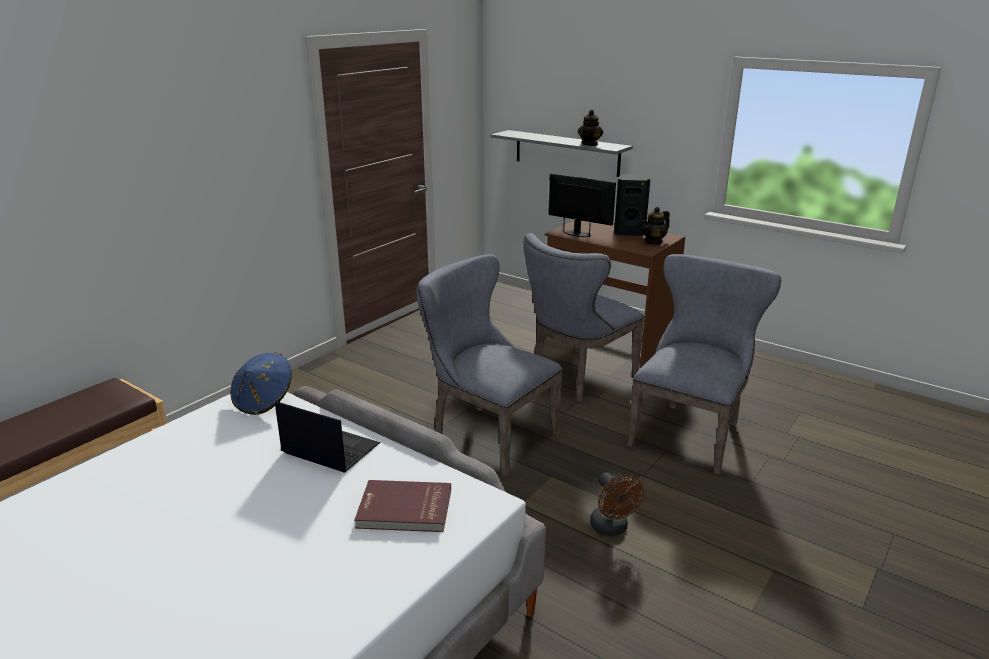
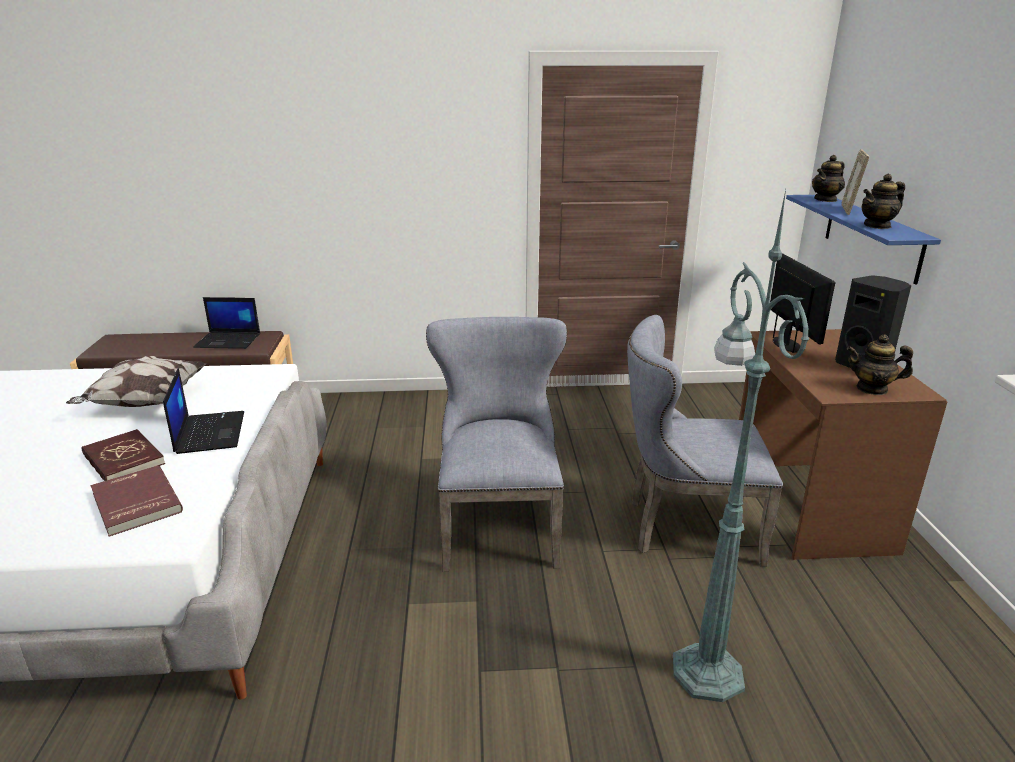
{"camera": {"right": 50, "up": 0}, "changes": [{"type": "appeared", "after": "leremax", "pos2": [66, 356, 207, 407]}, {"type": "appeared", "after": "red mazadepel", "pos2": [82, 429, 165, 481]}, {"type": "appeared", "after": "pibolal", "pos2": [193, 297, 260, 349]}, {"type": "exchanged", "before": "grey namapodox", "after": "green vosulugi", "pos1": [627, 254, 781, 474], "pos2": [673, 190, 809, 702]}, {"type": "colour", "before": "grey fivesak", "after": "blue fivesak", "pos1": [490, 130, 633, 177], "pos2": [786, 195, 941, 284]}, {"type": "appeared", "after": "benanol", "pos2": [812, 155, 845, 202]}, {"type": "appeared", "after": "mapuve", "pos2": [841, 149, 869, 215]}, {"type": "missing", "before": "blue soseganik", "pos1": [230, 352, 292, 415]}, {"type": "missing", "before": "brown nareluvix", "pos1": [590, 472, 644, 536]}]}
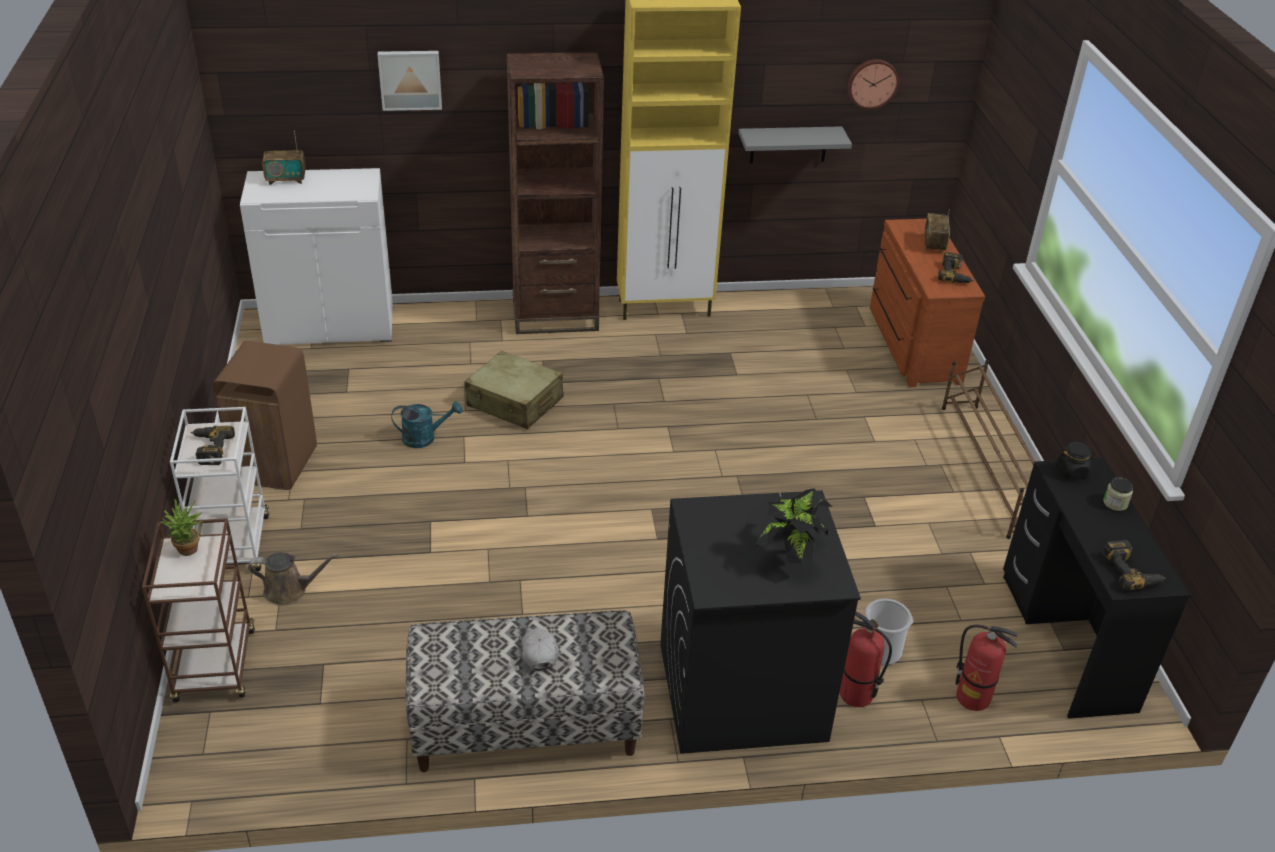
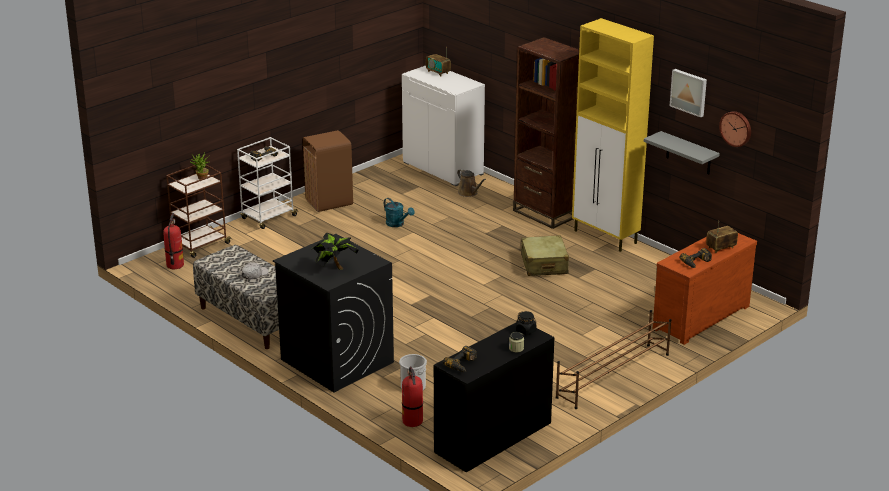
{"camera": {"right": 55, "up": -10}, "changes": [{"type": "relocated", "before": "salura", "pos1": [840, 611, 892, 707], "pos2": [163, 213, 184, 269]}, {"type": "relocated", "before": "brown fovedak", "pos1": [248, 552, 338, 606], "pos2": [457, 169, 486, 197]}, {"type": "relocated", "before": "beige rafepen", "pos1": [464, 351, 563, 429], "pos2": [521, 235, 569, 276]}, {"type": "relocated", "before": "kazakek", "pos1": [377, 51, 442, 111], "pos2": [670, 69, 707, 117]}]}
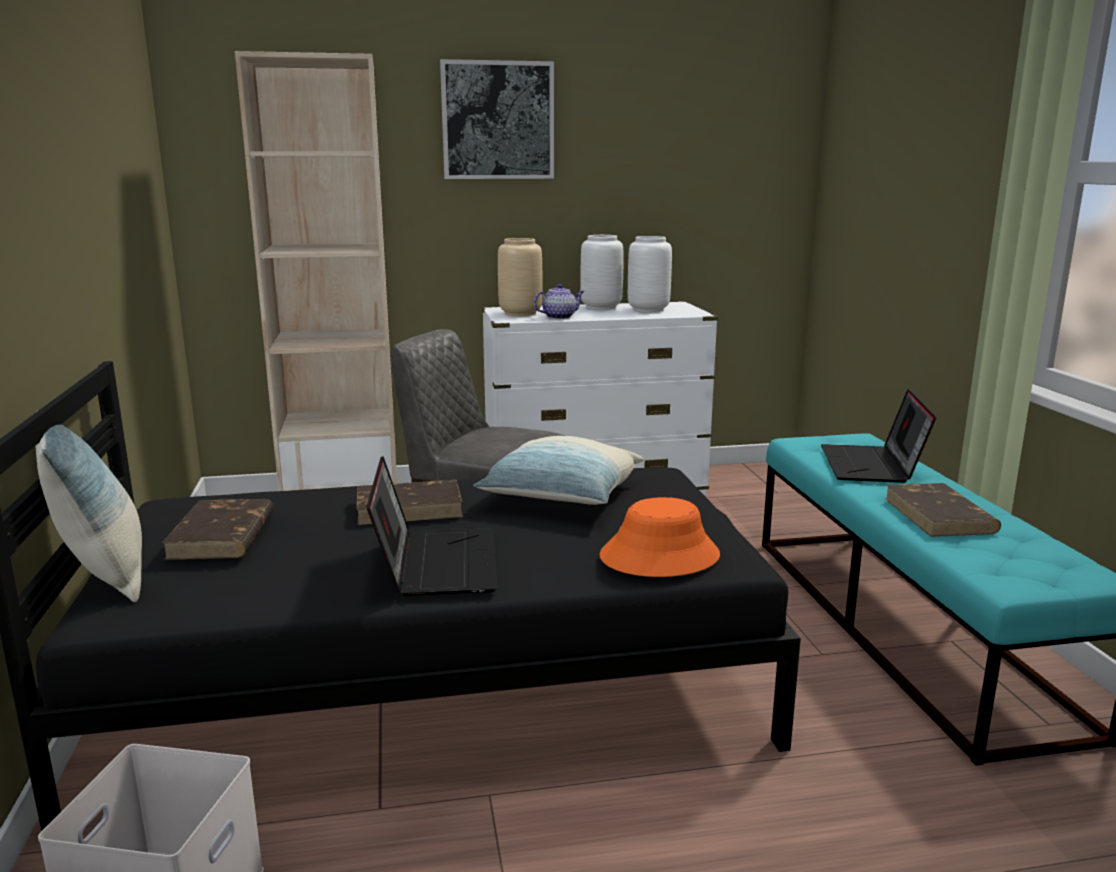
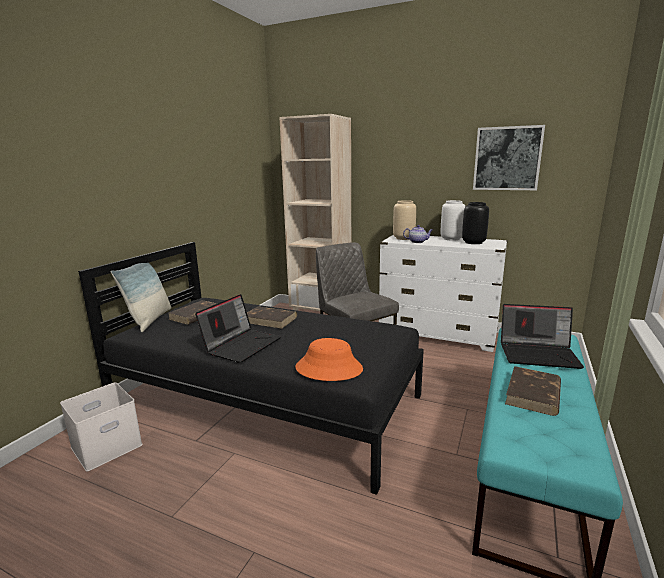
{"camera": {"right": 35, "up": 0}, "changes": [{"type": "colour", "before": "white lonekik", "after": "black lonekik", "pos1": [628, 236, 672, 312], "pos2": [462, 202, 489, 244]}, {"type": "relocated", "before": "kazakek", "pos1": [440, 59, 554, 179], "pos2": [473, 125, 545, 190]}, {"type": "spun", "before": "pibolal", "pos1": [821, 389, 936, 483], "pos2": [501, 304, 584, 369], "turn": -120}, {"type": "missing", "before": "leremax", "pos1": [473, 436, 644, 505]}]}
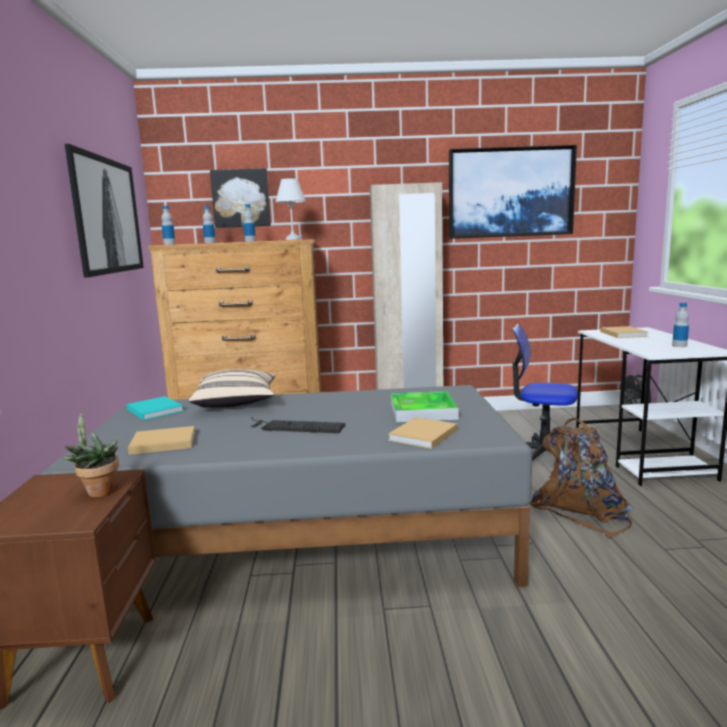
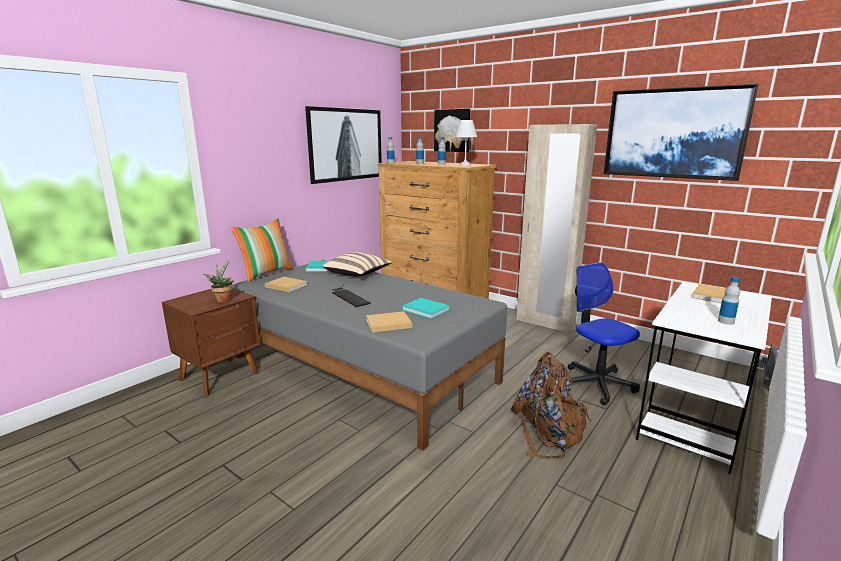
{"camera": {"right": 40, "up": 5}, "changes": [{"type": "appeared", "after": "leremax", "pos2": [230, 218, 294, 282]}, {"type": "exchanged", "before": "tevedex", "after": "turquoise mazadepel", "pos1": [391, 391, 458, 422], "pos2": [402, 298, 450, 319]}]}
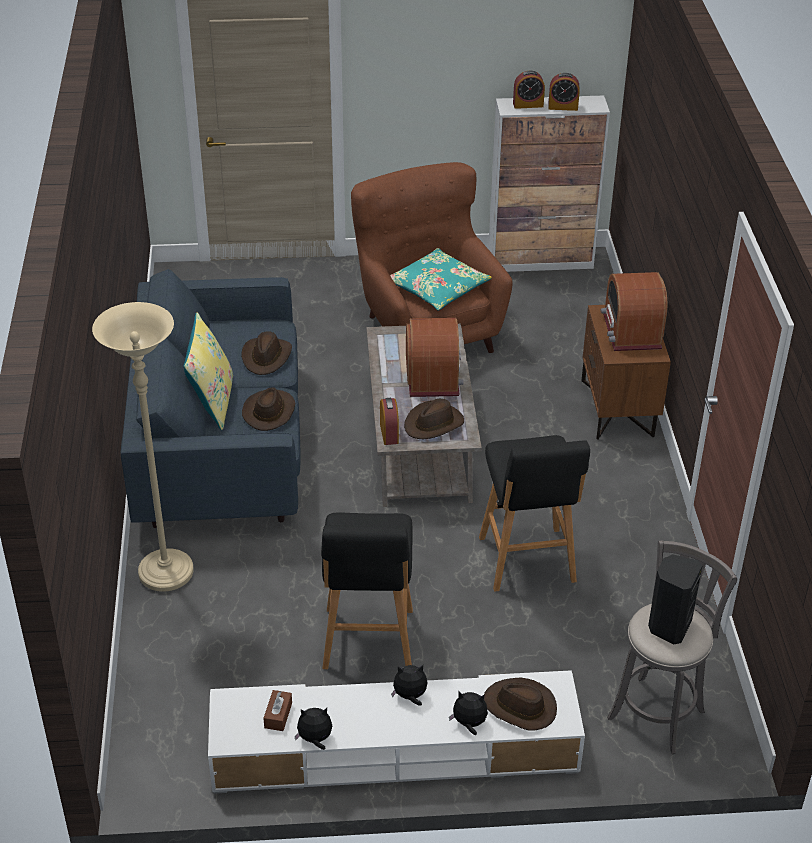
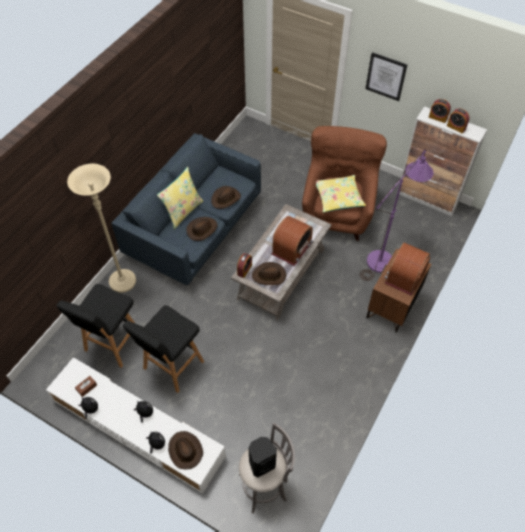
{"camera": {"right": 35, "up": 15}, "changes": [{"type": "relocated", "before": "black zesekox", "pos1": [479, 435, 590, 592], "pos2": [56, 284, 135, 368]}, {"type": "colour", "before": "turquoise leremax", "after": "yellow leremax", "pos1": [390, 248, 492, 310], "pos2": [316, 175, 366, 213]}, {"type": "appeared", "after": "purple vosulugi", "pos2": [360, 150, 433, 281]}, {"type": "appeared", "after": "kazakek", "pos2": [365, 52, 407, 101]}]}
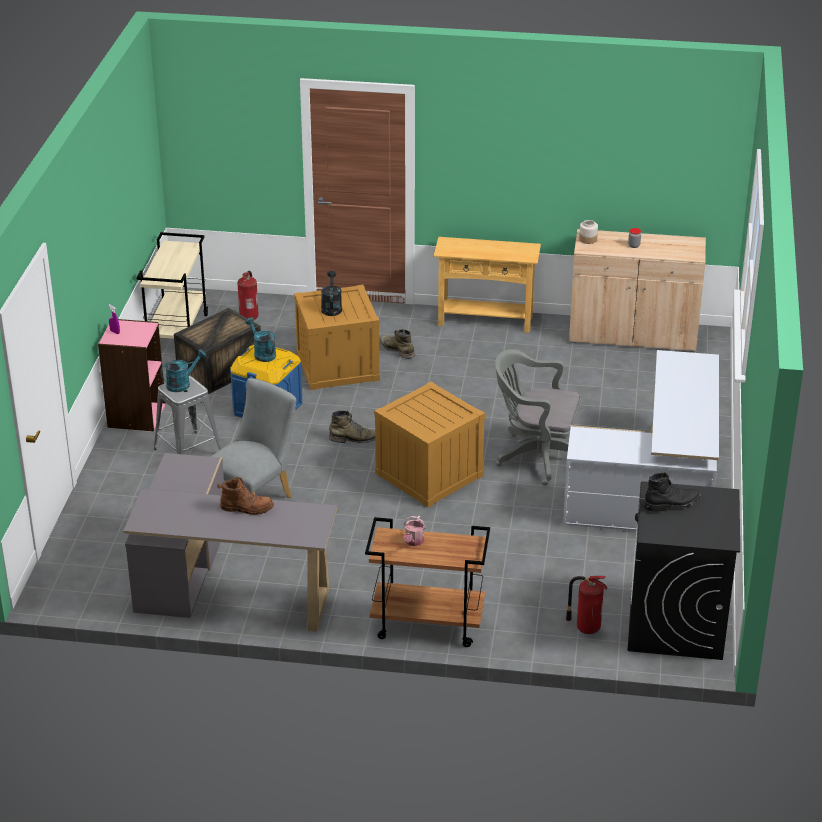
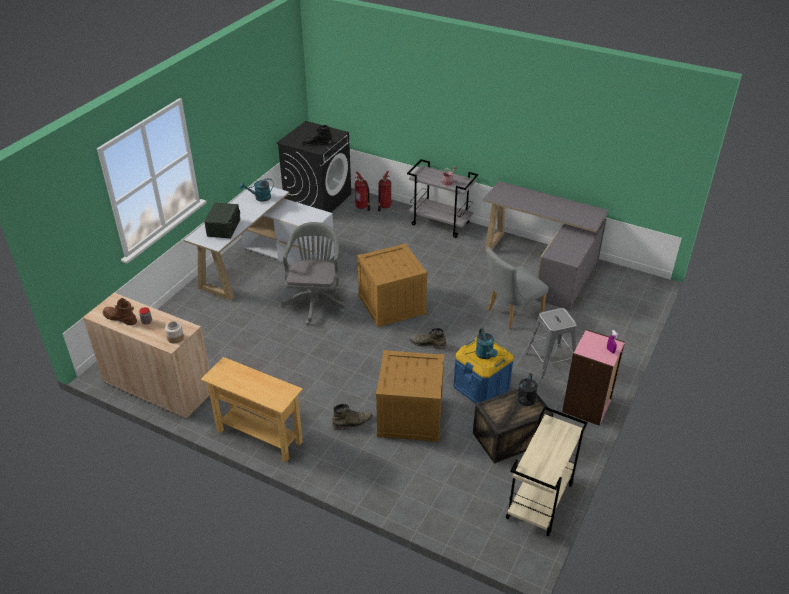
{"camera": {"right": -160, "up": 5}, "changes": [{"type": "relocated", "before": "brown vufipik", "pos1": [217, 477, 274, 515], "pos2": [103, 298, 137, 325]}, {"type": "appeared", "after": "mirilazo", "pos2": [204, 202, 240, 239]}, {"type": "relocated", "before": "turquoise fovedak", "pos1": [161, 349, 206, 392], "pos2": [240, 178, 274, 202]}, {"type": "spun", "before": "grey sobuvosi", "pos1": [495, 349, 581, 485], "pos2": [281, 222, 346, 325], "turn": -120}, {"type": "spun", "before": "green vufipik", "pos1": [379, 329, 415, 359], "pos2": [332, 404, 373, 430], "turn": -90}, {"type": "relocated", "before": "salura", "pos1": [237, 271, 258, 320], "pos2": [378, 171, 391, 212]}, {"type": "colour", "before": "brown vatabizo", "after": "grey vatabizo", "pos1": [365, 517, 490, 647], "pos2": [407, 159, 478, 238]}, {"type": "relocated", "before": "black fovedak", "pos1": [321, 271, 342, 316], "pos2": [517, 373, 538, 406]}]}
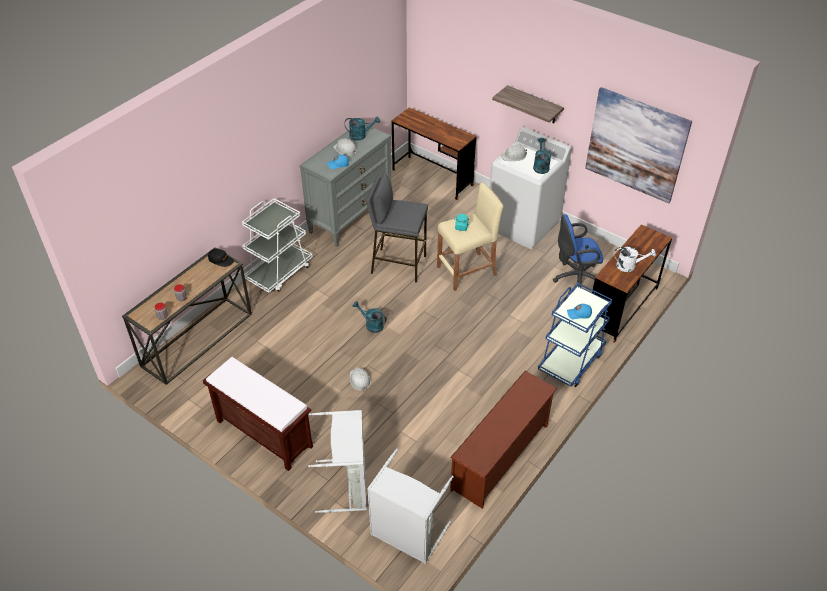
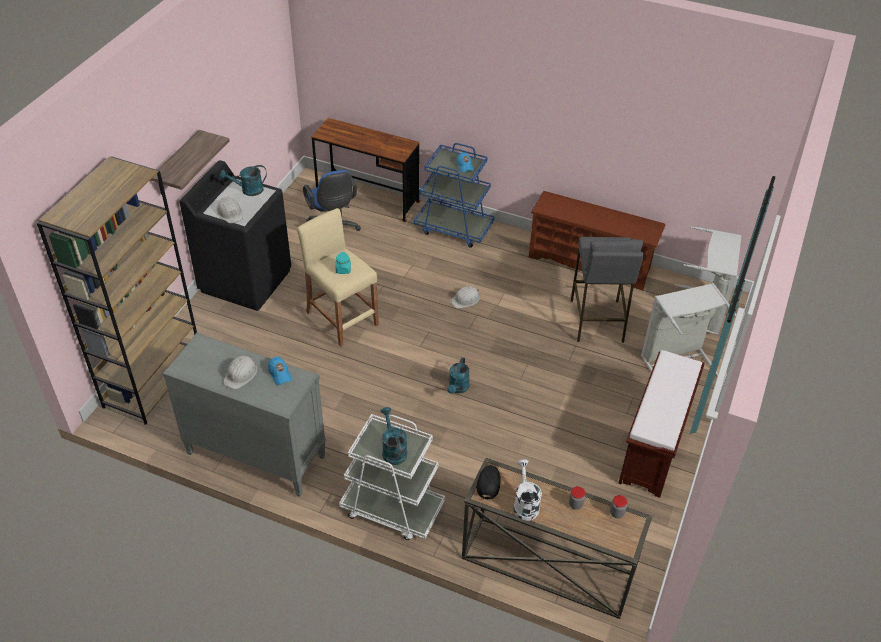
{"camera": {"right": -105, "up": 0}, "changes": [{"type": "exchanged", "before": "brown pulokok", "after": "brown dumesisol", "pos1": [392, 107, 476, 200], "pos2": [37, 156, 197, 425]}, {"type": "colour", "before": "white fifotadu", "after": "black fifotadu", "pos1": [490, 127, 572, 249], "pos2": [180, 160, 291, 311]}, {"type": "relocated", "before": "turquoise fovedak", "pos1": [345, 116, 380, 141], "pos2": [381, 407, 407, 465]}, {"type": "relocated", "before": "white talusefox", "pos1": [350, 367, 371, 391], "pos2": [450, 286, 480, 308]}, {"type": "relocated", "before": "white fovedak", "pos1": [614, 247, 656, 272], "pos2": [514, 459, 542, 521]}, {"type": "relocated", "before": "grey zesekox", "pos1": [366, 172, 428, 283], "pos2": [571, 237, 644, 343]}, {"type": "missing", "before": "kazakek", "pos1": [585, 87, 692, 203]}]}
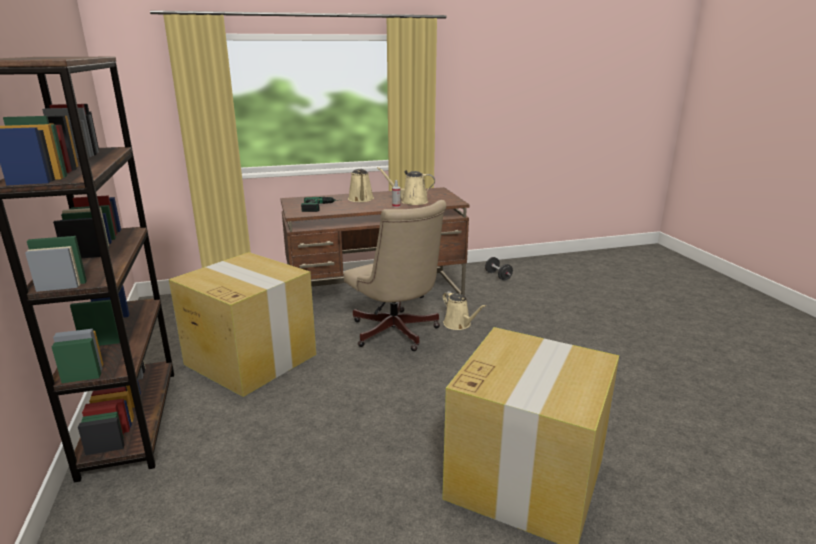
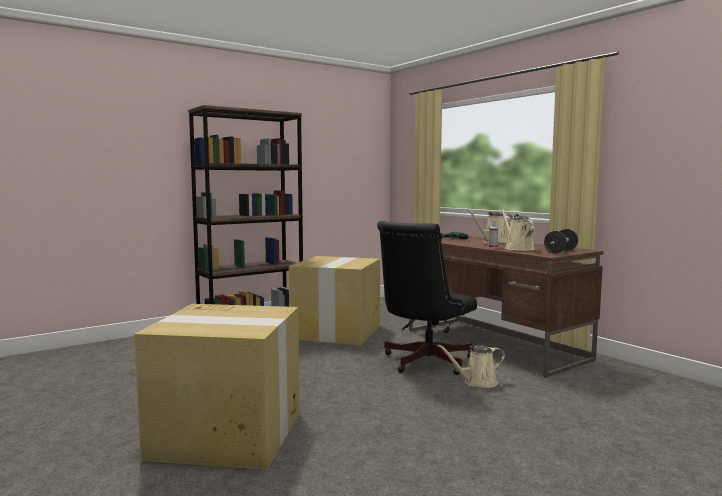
{"camera": {"right": 70, "up": -15}, "changes": [{"type": "colour", "before": "beige sobuvosi", "after": "black sobuvosi", "pos1": [343, 200, 447, 351], "pos2": [377, 221, 477, 375]}, {"type": "spun", "before": "beige fovedak", "pos1": [443, 291, 486, 330], "pos2": [437, 344, 505, 388], "turn": 45}, {"type": "relocated", "before": "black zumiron", "pos1": [485, 257, 513, 280], "pos2": [544, 229, 578, 253]}]}
